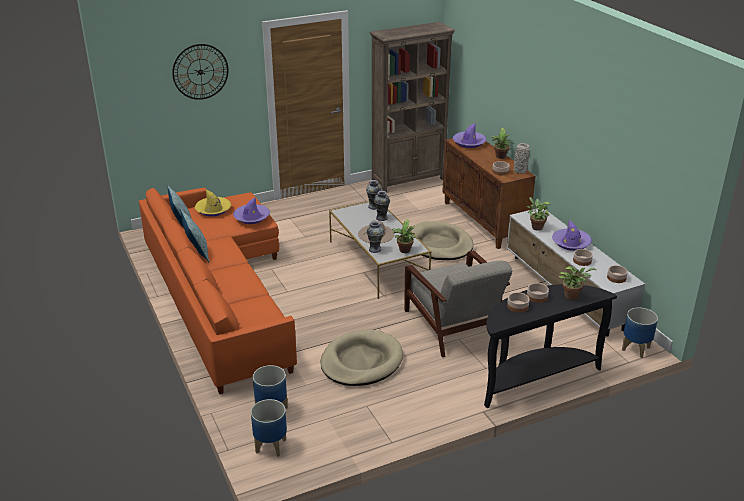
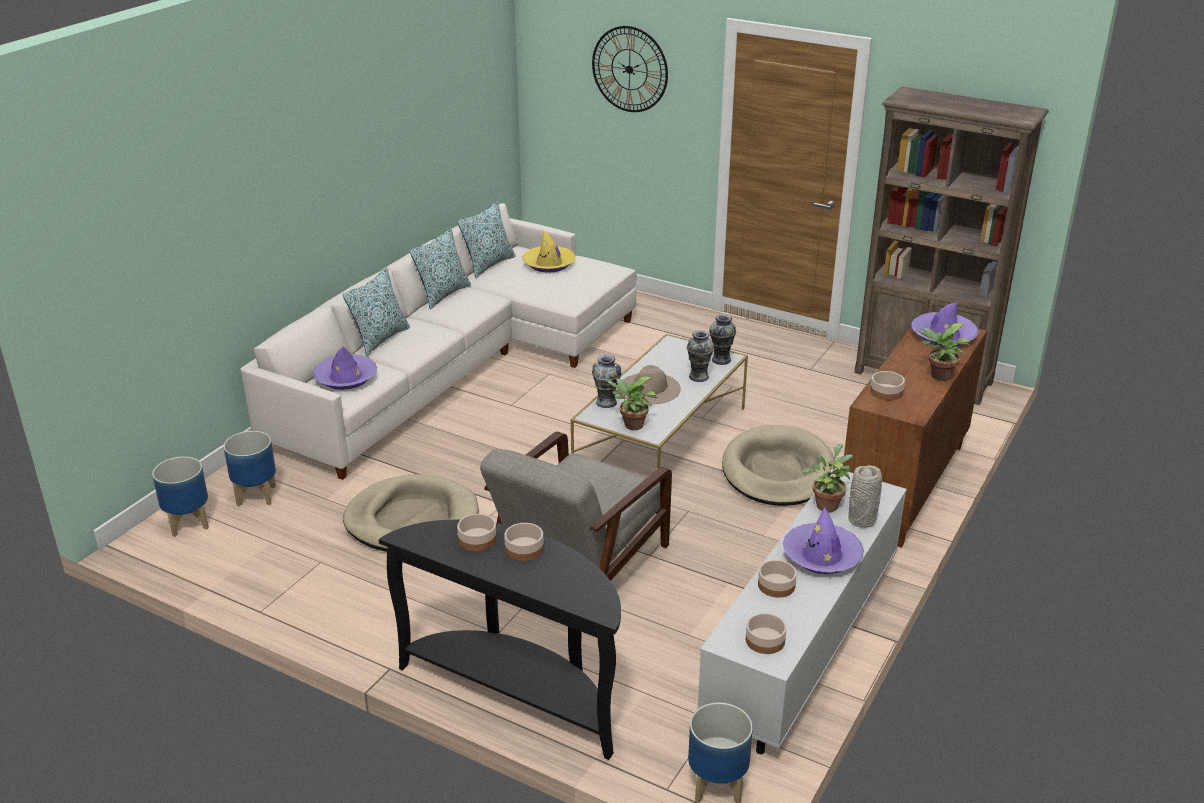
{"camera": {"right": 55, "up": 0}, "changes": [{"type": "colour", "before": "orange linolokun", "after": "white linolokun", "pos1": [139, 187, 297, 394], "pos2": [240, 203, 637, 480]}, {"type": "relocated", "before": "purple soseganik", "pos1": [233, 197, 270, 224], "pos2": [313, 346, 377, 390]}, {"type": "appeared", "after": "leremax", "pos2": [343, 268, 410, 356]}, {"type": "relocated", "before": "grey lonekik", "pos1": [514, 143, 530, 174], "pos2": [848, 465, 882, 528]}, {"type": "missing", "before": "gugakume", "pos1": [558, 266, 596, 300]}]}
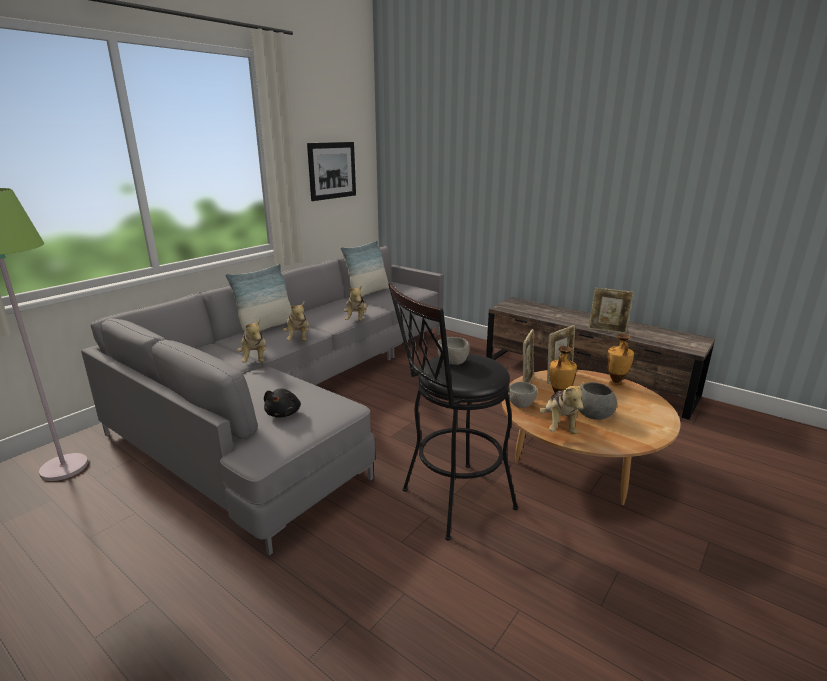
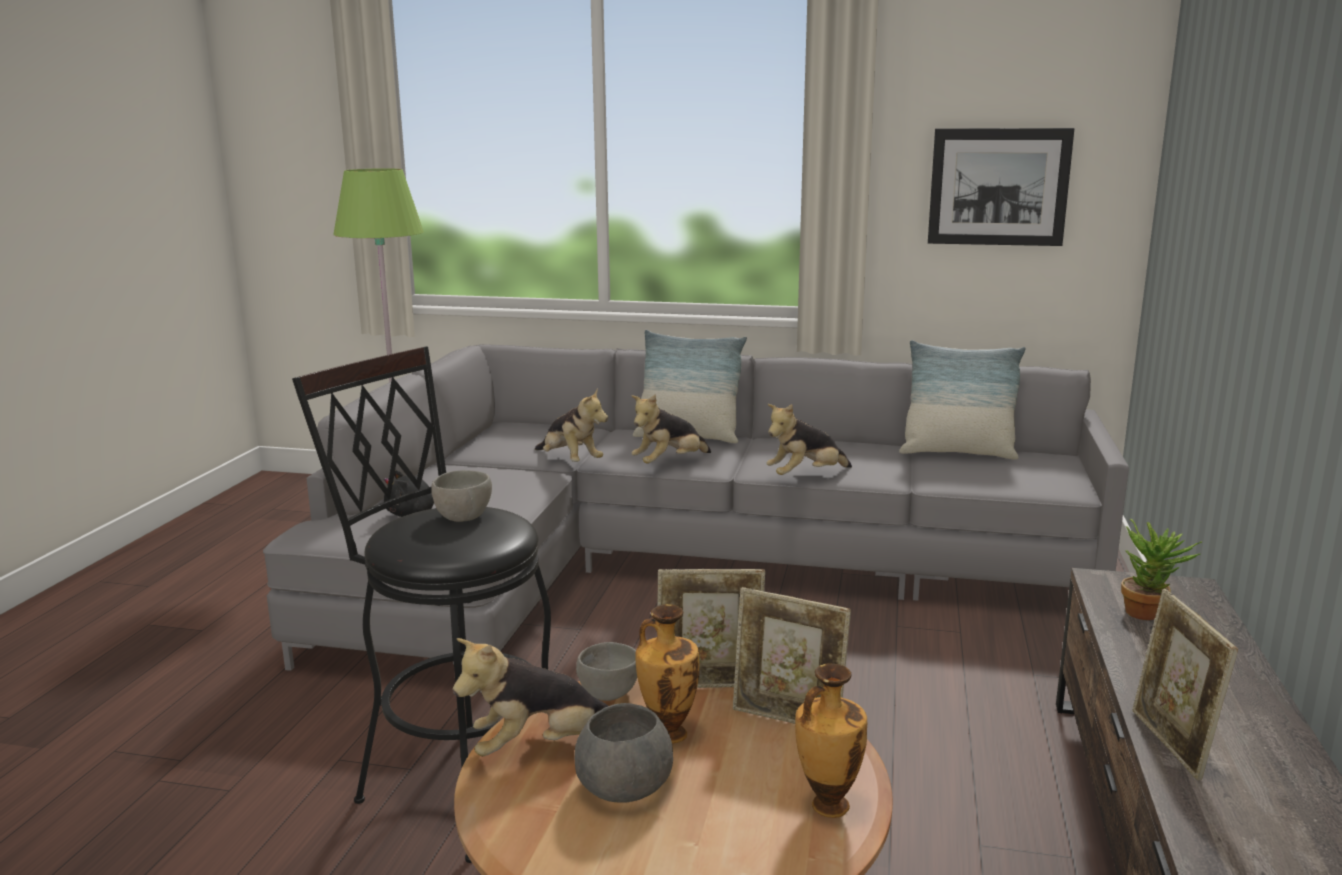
{"camera": {"right": 65, "up": -5}, "changes": [{"type": "spun", "before": "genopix", "pos1": [237, 319, 266, 363], "pos2": [535, 388, 608, 462], "turn": -90}, {"type": "appeared", "after": "gugakume", "pos2": [1121, 518, 1202, 620]}]}
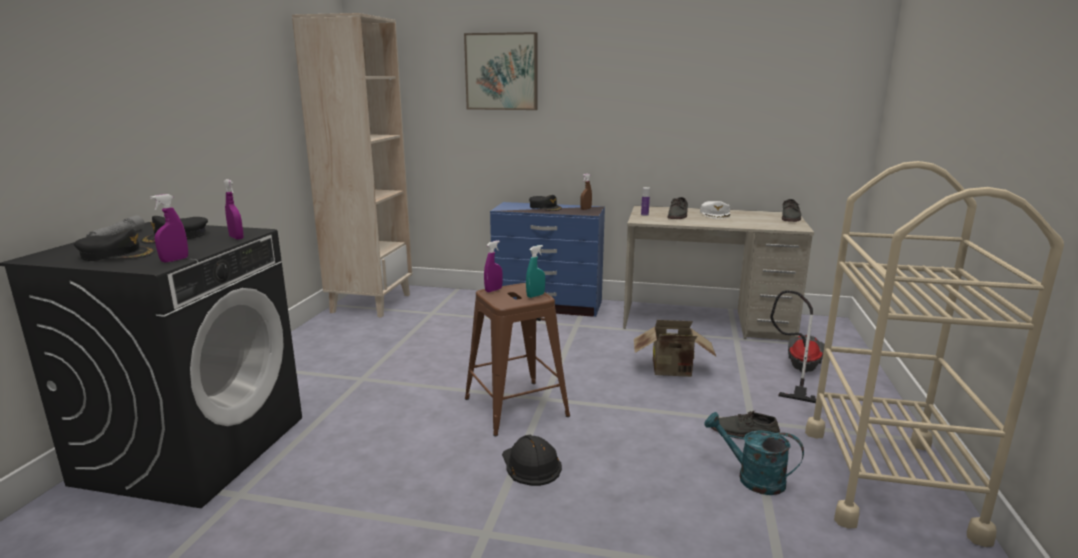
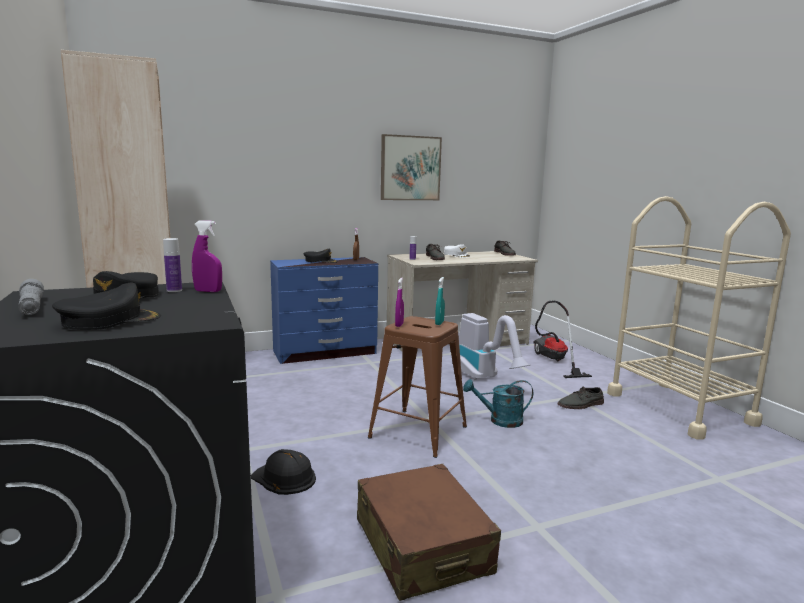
{"camera": {"right": -35, "up": -5}, "changes": [{"type": "appeared", "after": "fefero", "pos2": [163, 238, 182, 292]}, {"type": "relocated", "before": "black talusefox", "pos1": [502, 435, 562, 486], "pos2": [251, 449, 316, 495]}, {"type": "appeared", "after": "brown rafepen", "pos2": [357, 464, 501, 601]}, {"type": "relocated", "before": "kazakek", "pos1": [464, 32, 537, 110], "pos2": [381, 134, 442, 200]}, {"type": "exchanged", "before": "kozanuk", "after": "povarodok", "pos1": [634, 320, 716, 377], "pos2": [453, 313, 530, 380]}, {"type": "relocated", "before": "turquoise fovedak", "pos1": [704, 412, 804, 495], "pos2": [463, 379, 533, 428]}, {"type": "missing", "before": "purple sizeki", "pos1": [150, 194, 188, 263]}]}
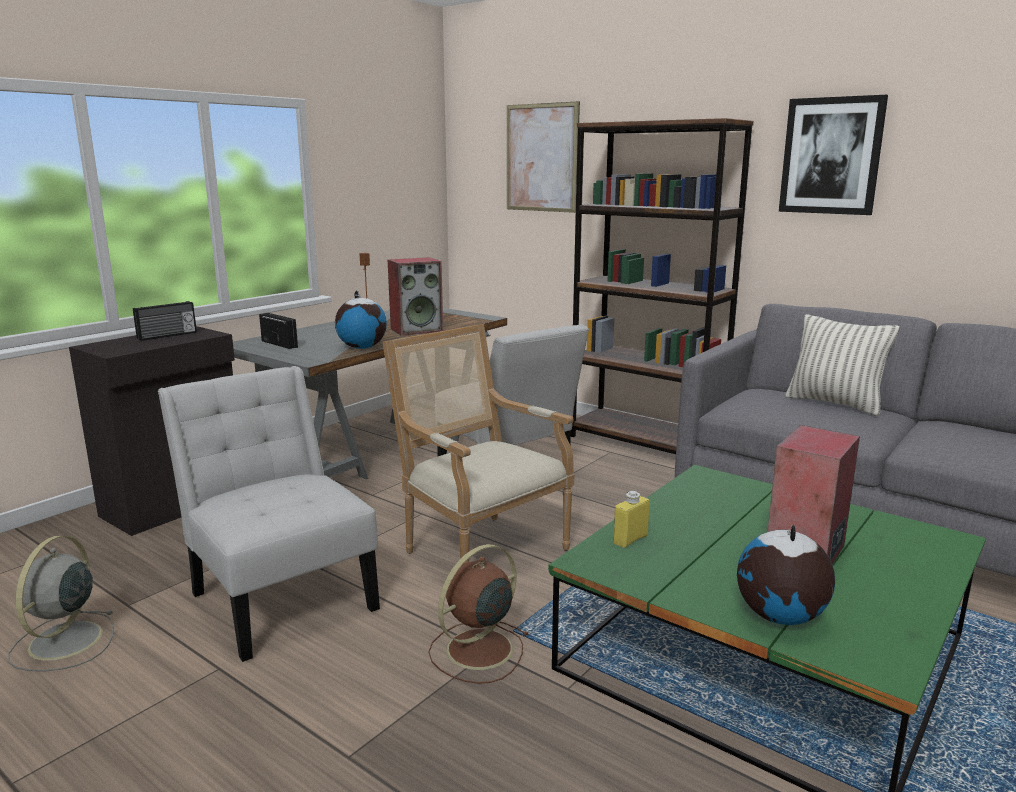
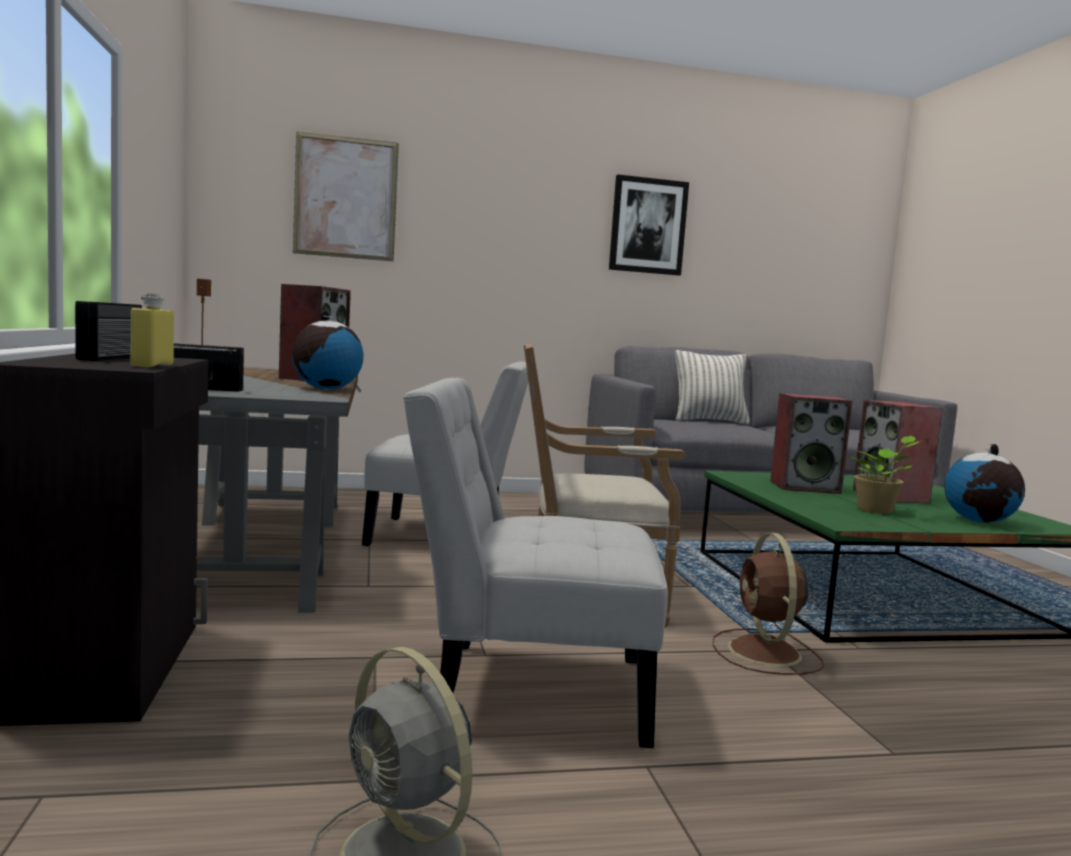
{"camera": {"right": -50, "up": -10}, "changes": [{"type": "relocated", "before": "yellow fefero", "pos1": [613, 491, 650, 548], "pos2": [130, 294, 174, 367]}, {"type": "appeared", "after": "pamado", "pos2": [770, 393, 853, 494]}, {"type": "appeared", "after": "gugakume", "pos2": [846, 436, 921, 514]}, {"type": "missing", "before": "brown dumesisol", "pos1": [571, 118, 754, 454]}]}
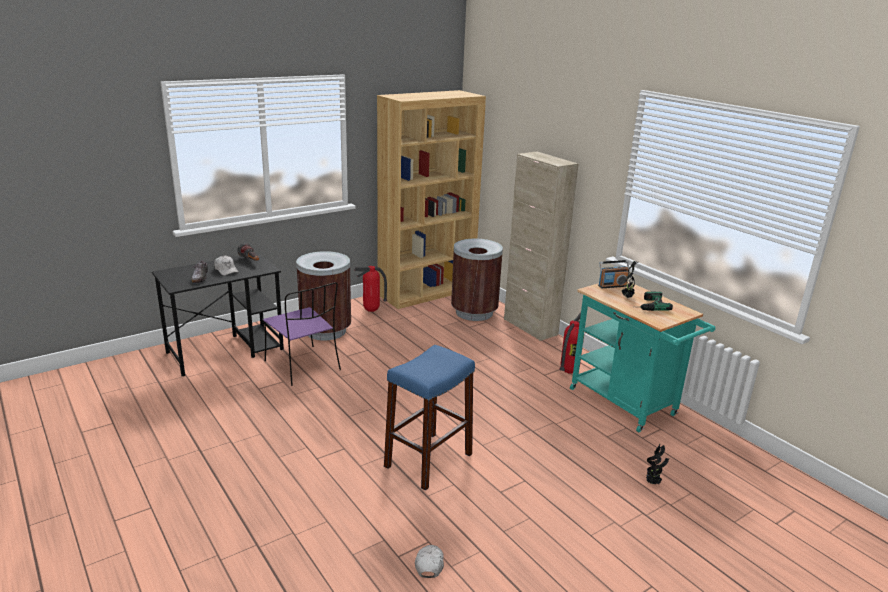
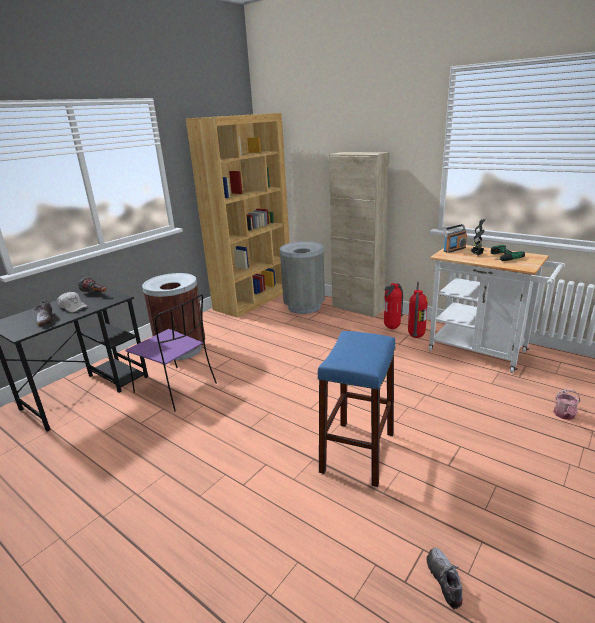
{"camera": {"right": -15, "up": 0}, "changes": [{"type": "colour", "before": "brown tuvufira", "after": "grey tuvufira", "pos1": [451, 239, 503, 321], "pos2": [280, 241, 325, 314]}, {"type": "relocated", "before": "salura", "pos1": [354, 266, 387, 312], "pos2": [384, 283, 403, 329]}, {"type": "exchanged", "before": "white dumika", "after": "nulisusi", "pos1": [415, 545, 444, 578], "pos2": [427, 548, 463, 609]}, {"type": "colour", "before": "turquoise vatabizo", "after": "white vatabizo", "pos1": [570, 281, 715, 432], "pos2": [429, 245, 565, 373]}, {"type": "exchanged", "before": "gugakume", "after": "fovedak", "pos1": [646, 444, 669, 484], "pos2": [553, 389, 580, 420]}]}
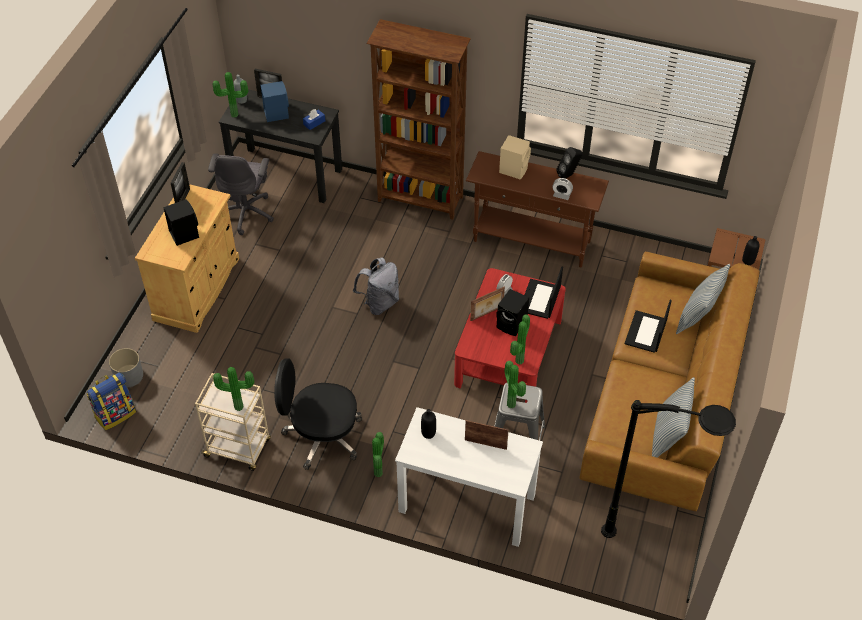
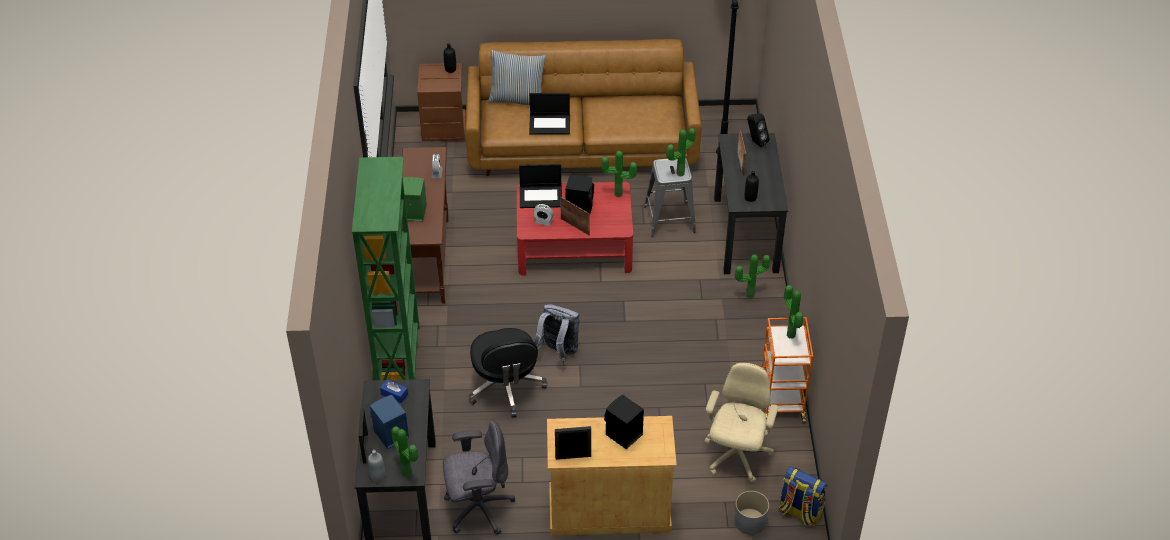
{"camera": {"right": -110, "up": -5}, "changes": [{"type": "colour", "before": "brown dumesisol", "after": "green dumesisol", "pos1": [366, 19, 471, 220], "pos2": [352, 157, 420, 380]}, {"type": "colour", "before": "beige pamado", "after": "green pamado", "pos1": [499, 135, 531, 179], "pos2": [403, 177, 427, 221]}, {"type": "relocated", "before": "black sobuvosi", "pos1": [274, 359, 362, 470], "pos2": [469, 328, 547, 418]}, {"type": "appeared", "after": "beige sobuvosi", "pos2": [704, 363, 779, 483]}, {"type": "colour", "before": "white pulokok", "after": "black pulokok", "pos1": [395, 407, 543, 547], "pos2": [714, 133, 788, 274]}, {"type": "relocated", "before": "black pamado", "pos1": [556, 147, 583, 179], "pos2": [747, 113, 769, 147]}, {"type": "colour", "before": "beige vatabizo", "after": "orange vatabizo", "pos1": [195, 373, 271, 471], "pos2": [762, 317, 813, 423]}, {"type": "missing", "before": "leremax", "pos1": [652, 377, 695, 458]}]}
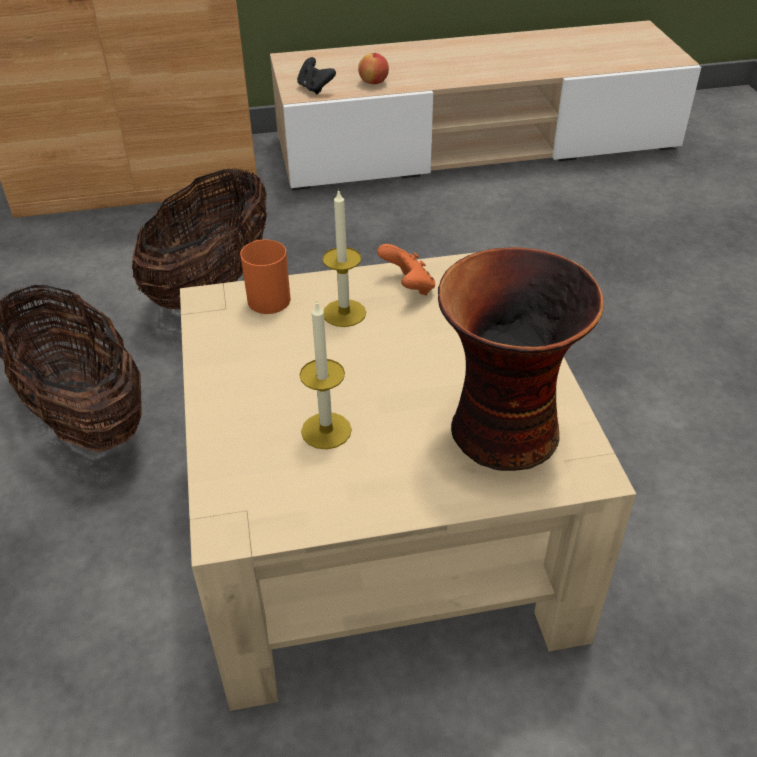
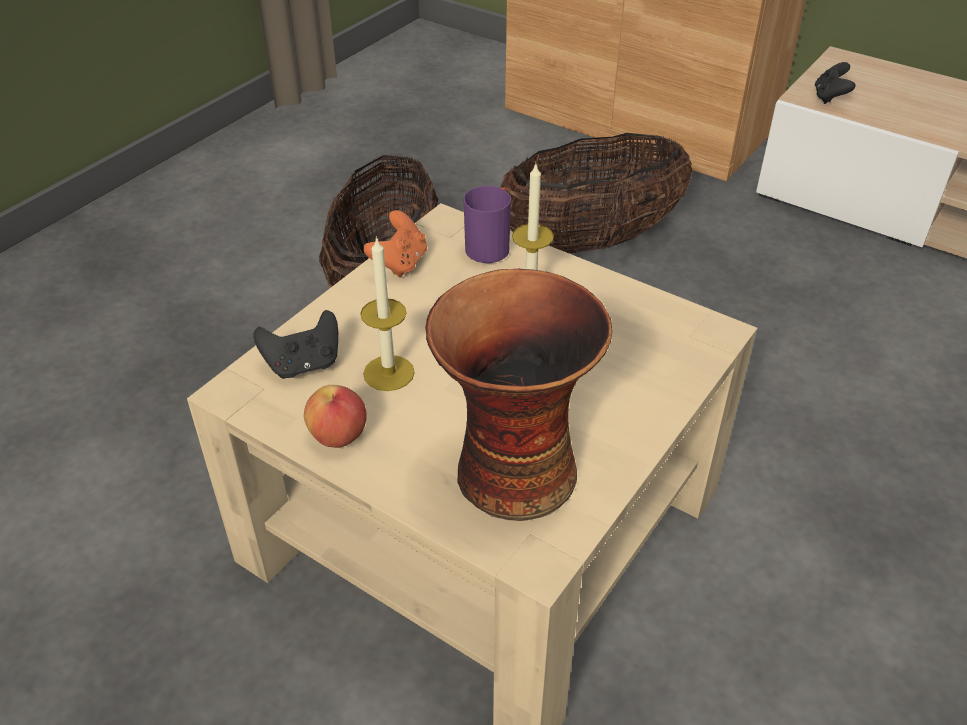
{"camera": {"right": 45, "up": 0}, "changes": [{"type": "appeared", "after": "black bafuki", "pos2": [253, 310, 338, 379]}, {"type": "relocated", "before": "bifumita", "pos1": [358, 53, 389, 84], "pos2": [304, 385, 367, 448]}, {"type": "relocated", "before": "orange bafuki", "pos1": [377, 244, 435, 296], "pos2": [363, 210, 427, 278]}, {"type": "colour", "before": "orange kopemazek", "after": "purple kopemazek", "pos1": [240, 239, 291, 314], "pos2": [464, 186, 511, 263]}]}
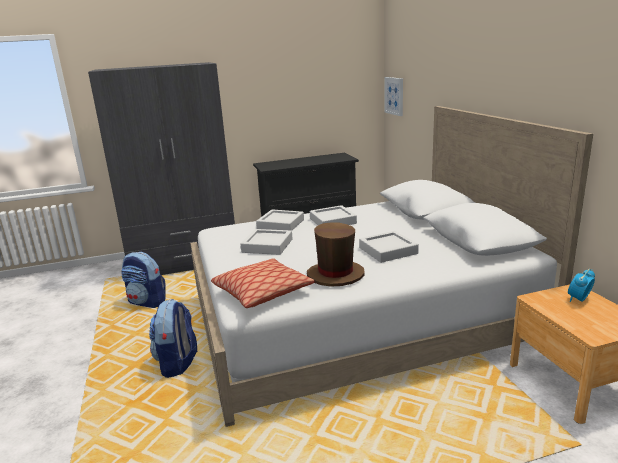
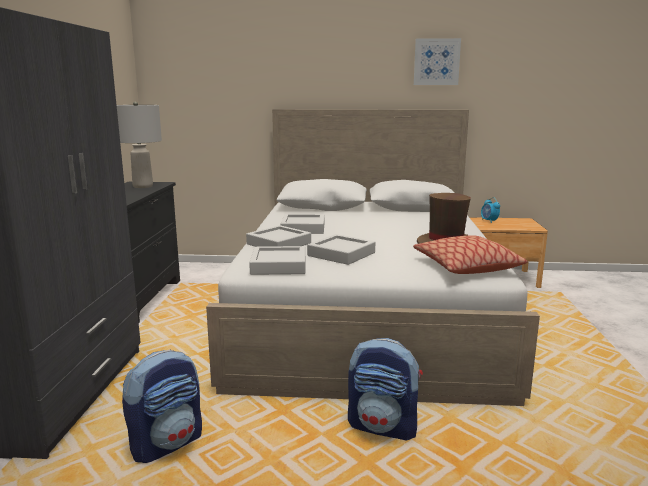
{"camera": {"right": -70, "up": -5}, "changes": [{"type": "appeared", "after": "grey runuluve", "pos2": [117, 102, 162, 188]}, {"type": "relocated", "before": "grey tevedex", "pos1": [359, 231, 419, 263], "pos2": [249, 246, 305, 275]}, {"type": "relocated", "before": "kazakek", "pos1": [385, 77, 403, 116], "pos2": [414, 38, 461, 85]}]}
